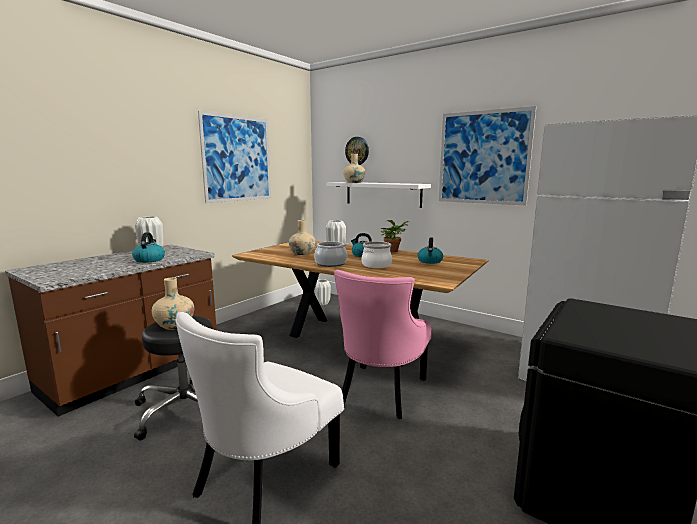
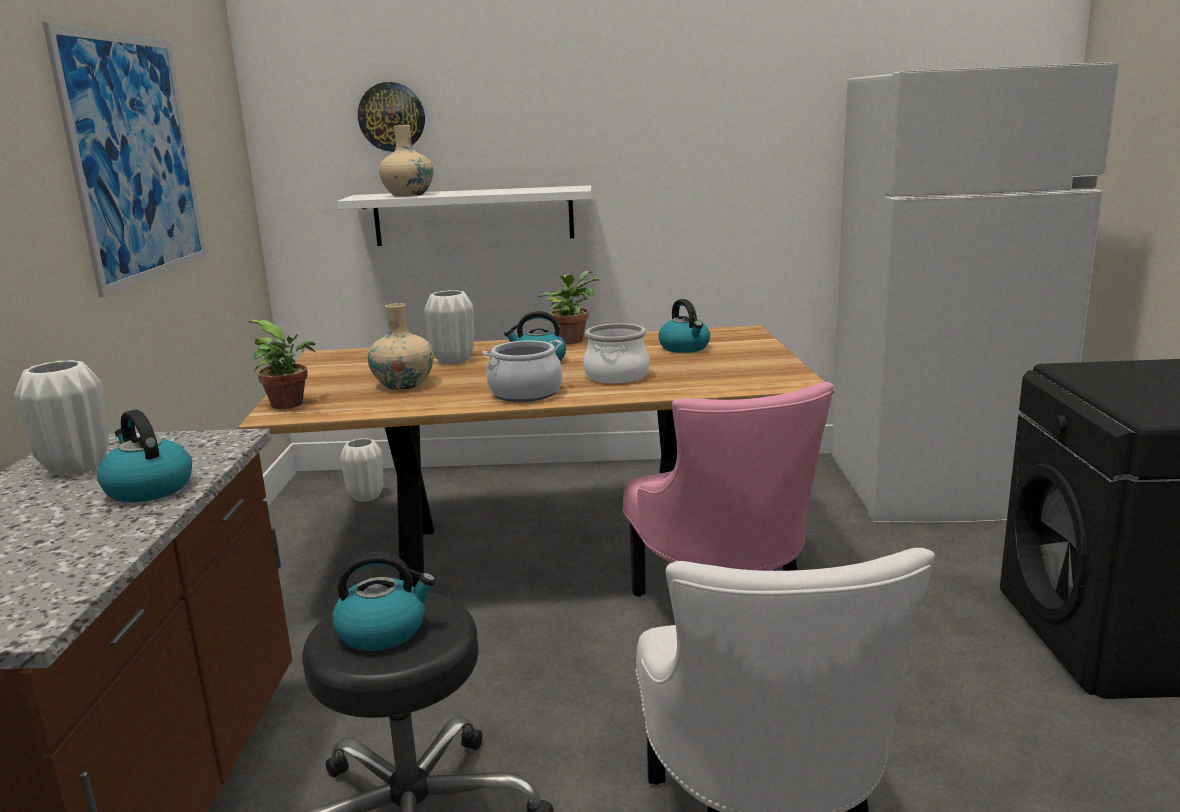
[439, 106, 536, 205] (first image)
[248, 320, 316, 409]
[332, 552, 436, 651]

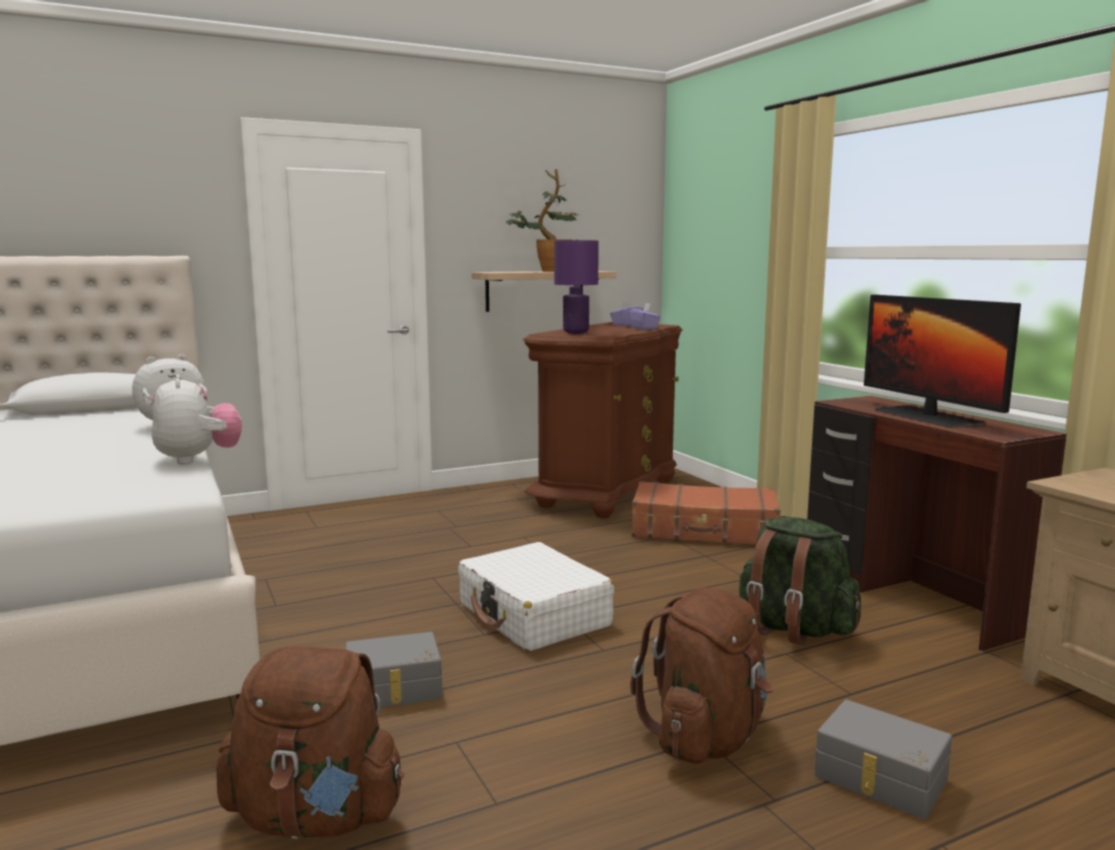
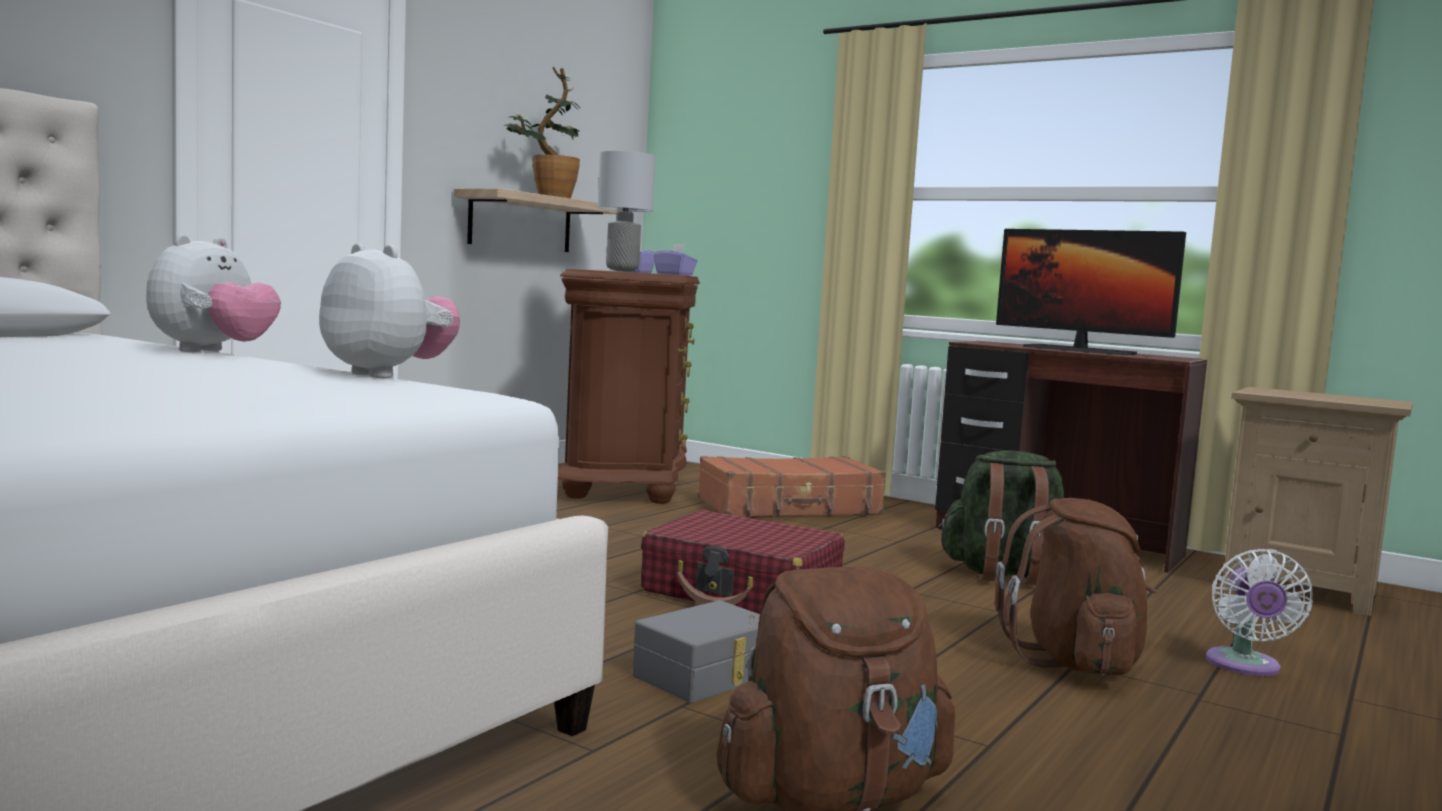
[1206, 549, 1313, 676]
[641, 510, 844, 614]
[598, 151, 656, 272]

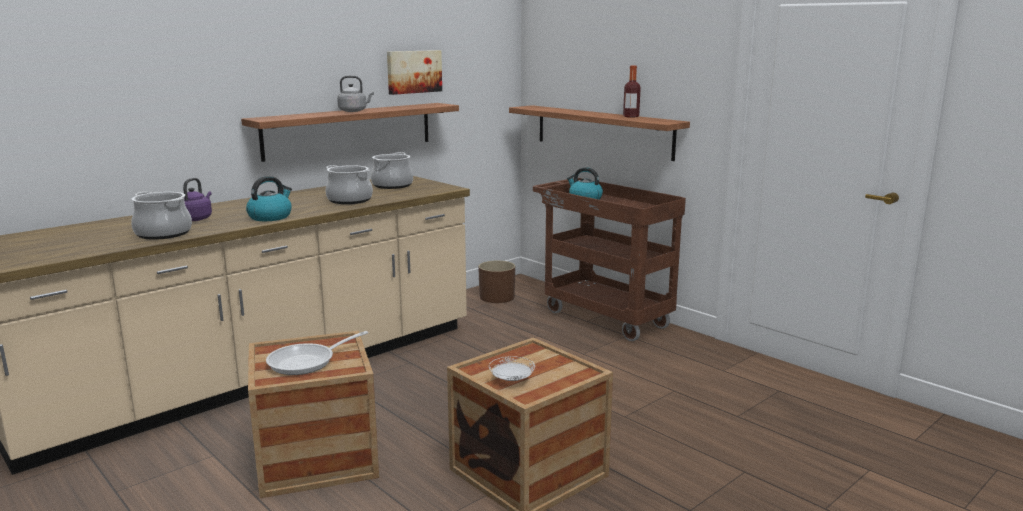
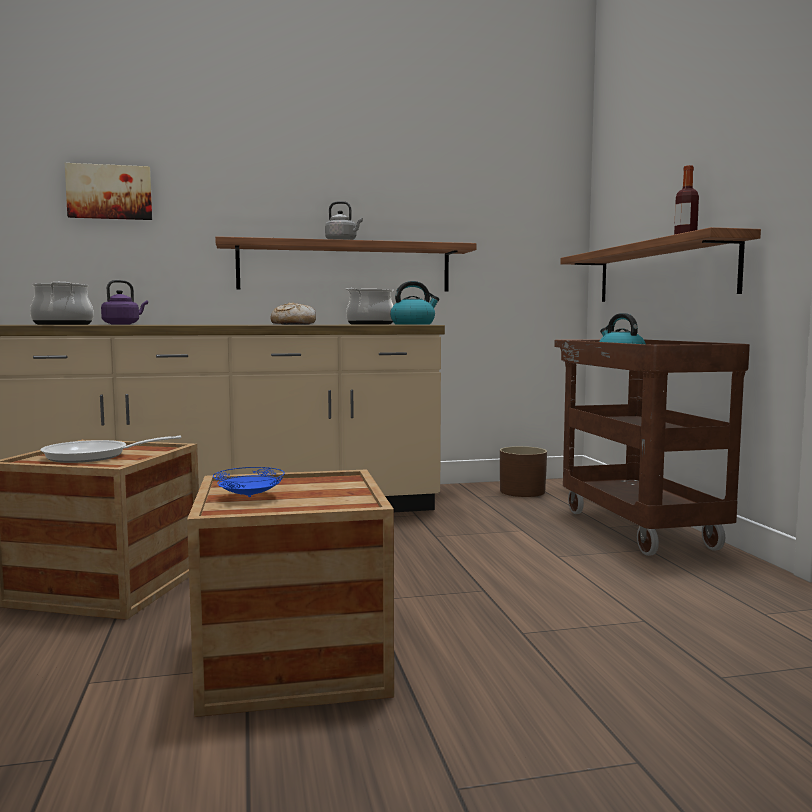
[390, 281, 439, 325]
[65, 163, 152, 220]
[270, 303, 316, 325]
[213, 467, 285, 497]

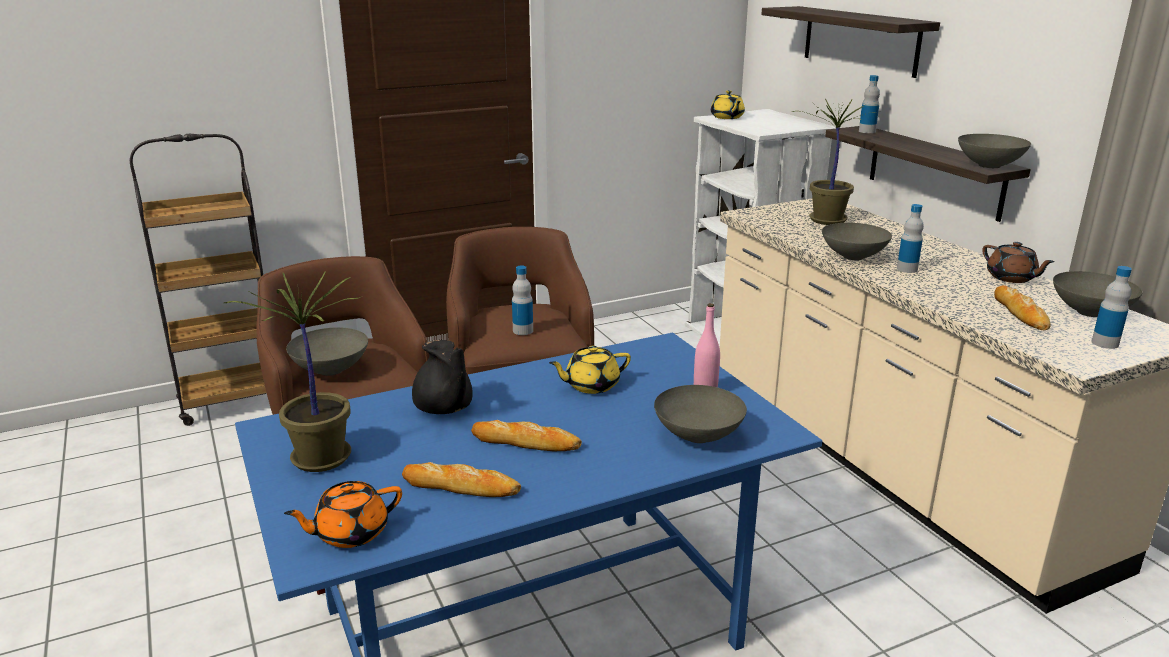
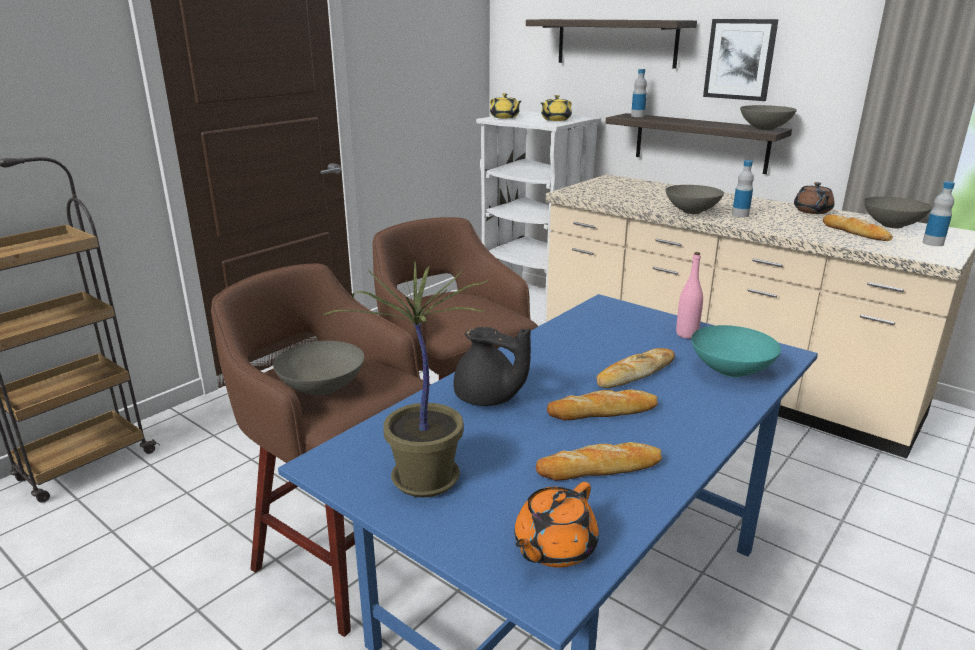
[512, 266, 533, 335] (first image)
[791, 98, 881, 225] (first image)
[596, 348, 675, 388]
[703, 19, 779, 101]
[541, 95, 572, 121]
[691, 325, 781, 377]
[794, 182, 835, 214]

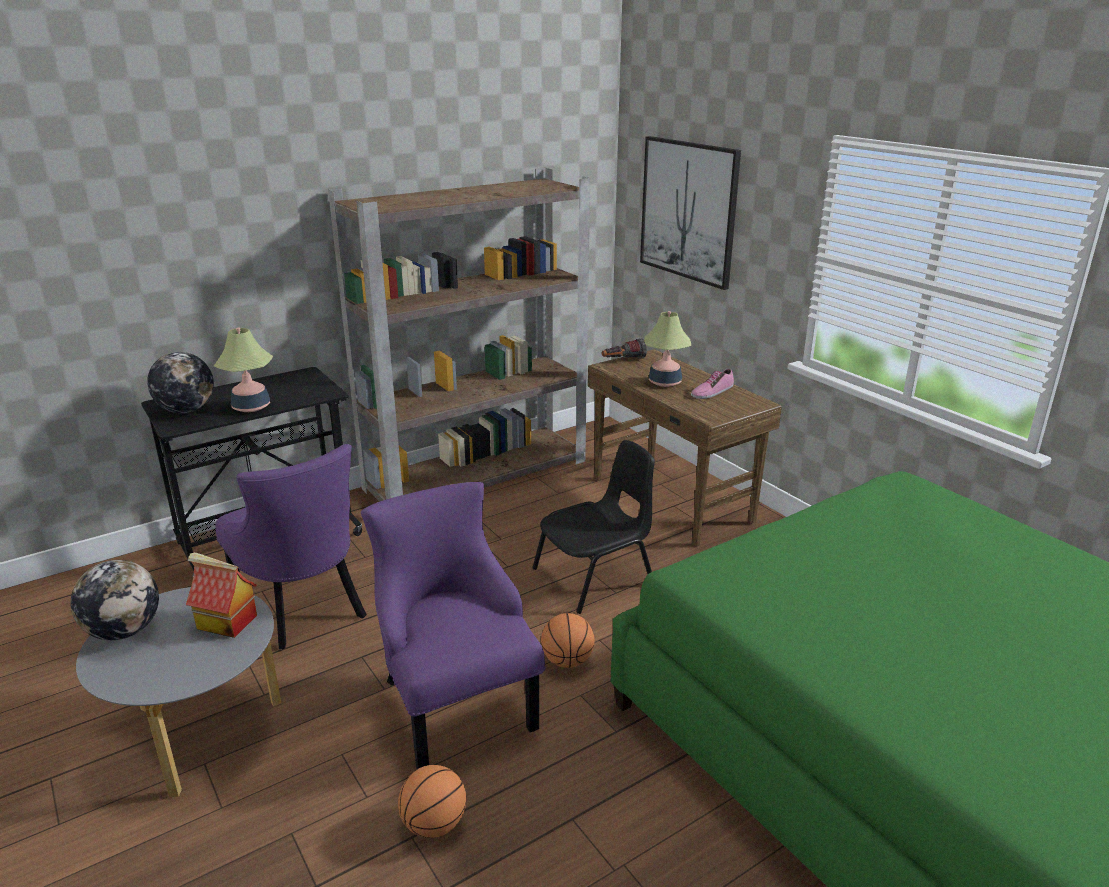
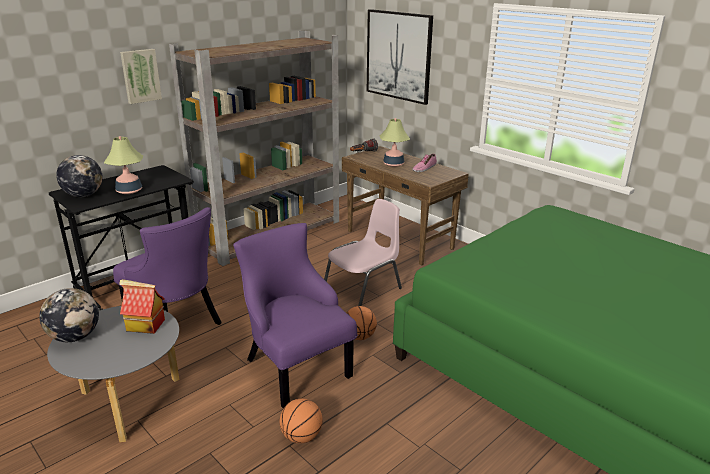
[120, 49, 162, 104]
[324, 199, 402, 306]

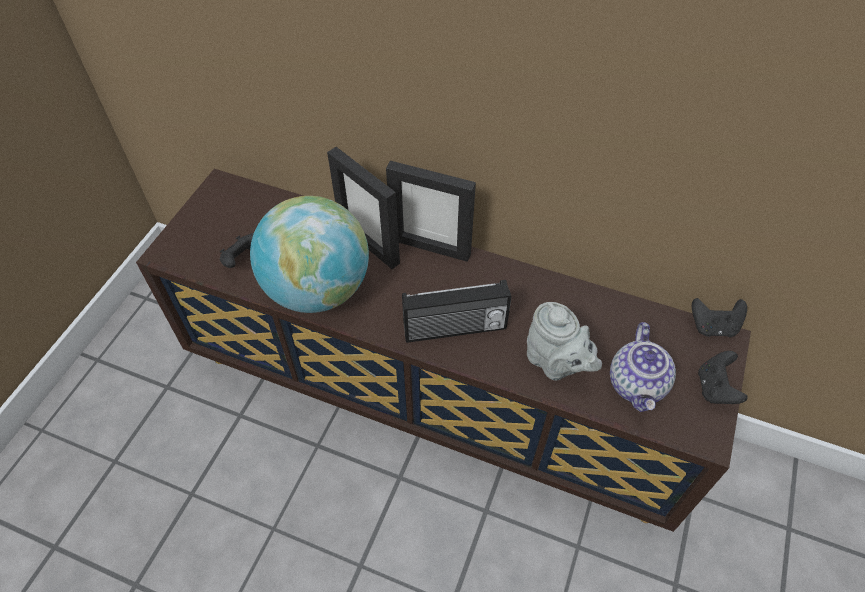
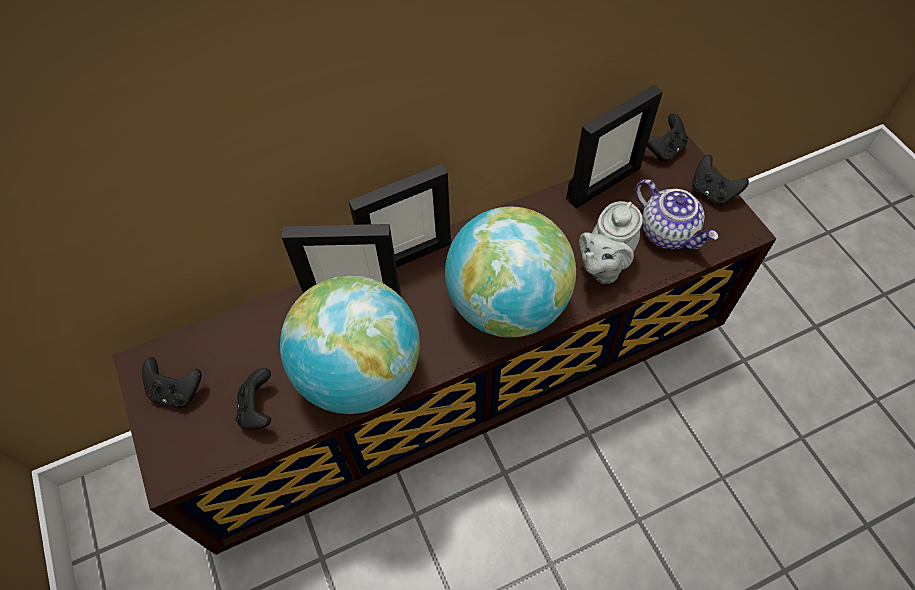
[142, 357, 201, 408]
[566, 85, 663, 209]
[445, 207, 576, 338]
[579, 201, 643, 284]

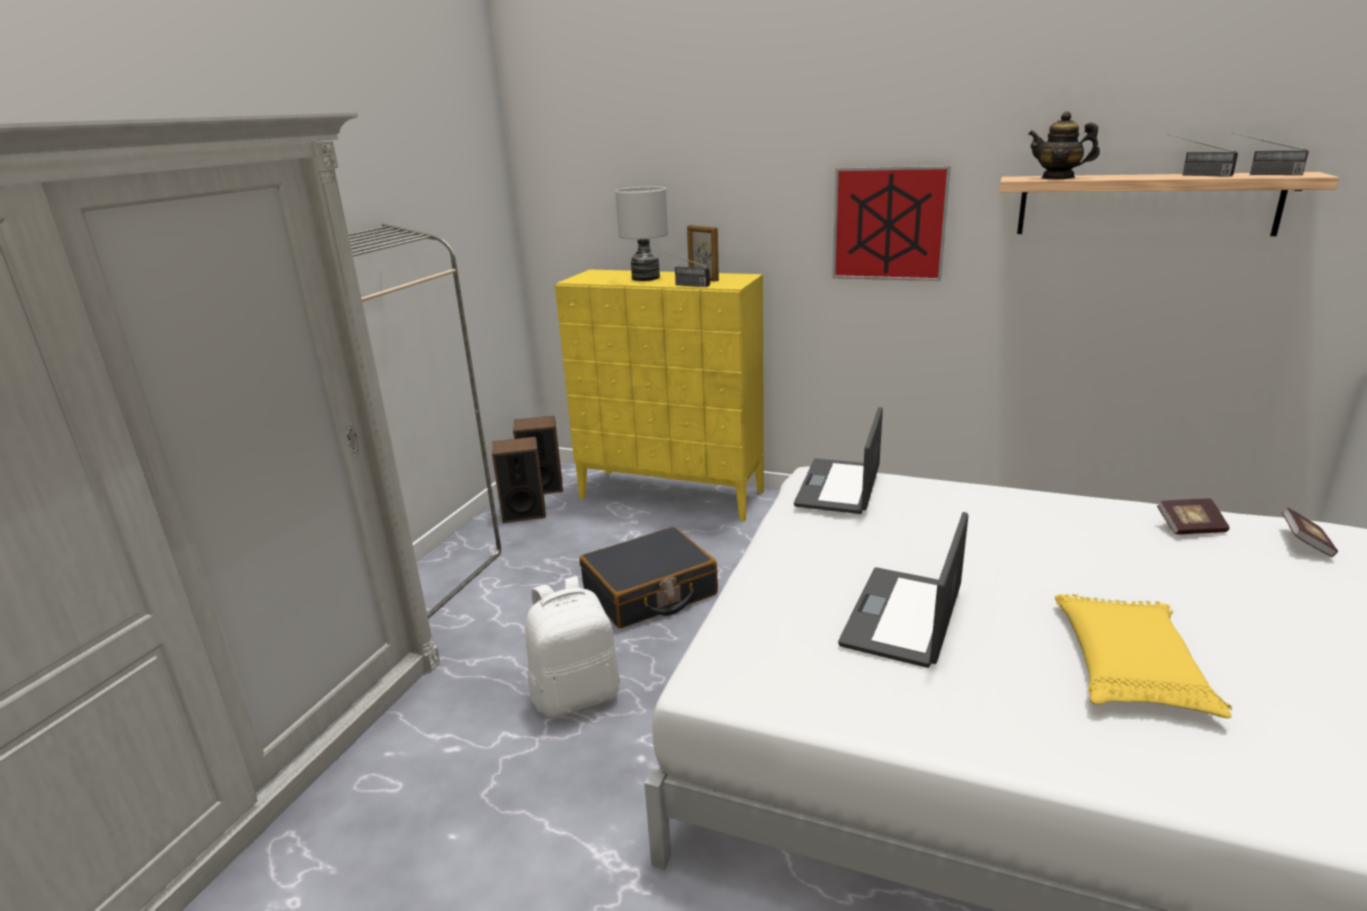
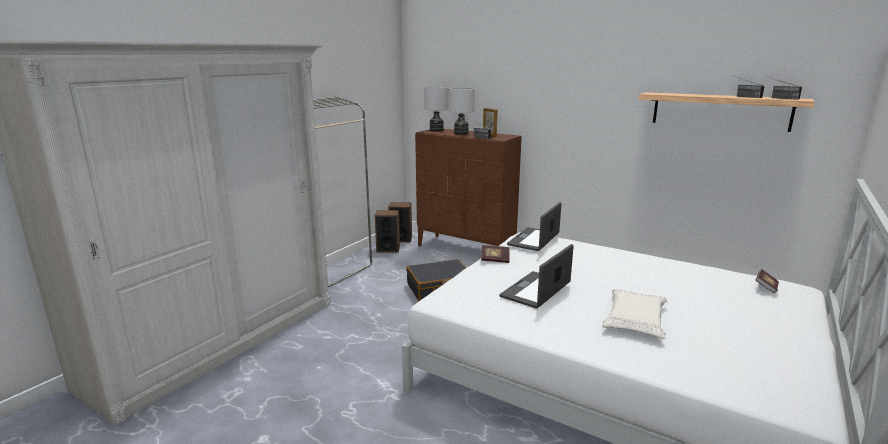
[525, 576, 620, 719] (first image)
[832, 166, 951, 281] (first image)
[1028, 112, 1100, 179] (first image)
[424, 86, 449, 131]
[481, 245, 510, 263]
[415, 129, 522, 247]
[602, 289, 667, 339]

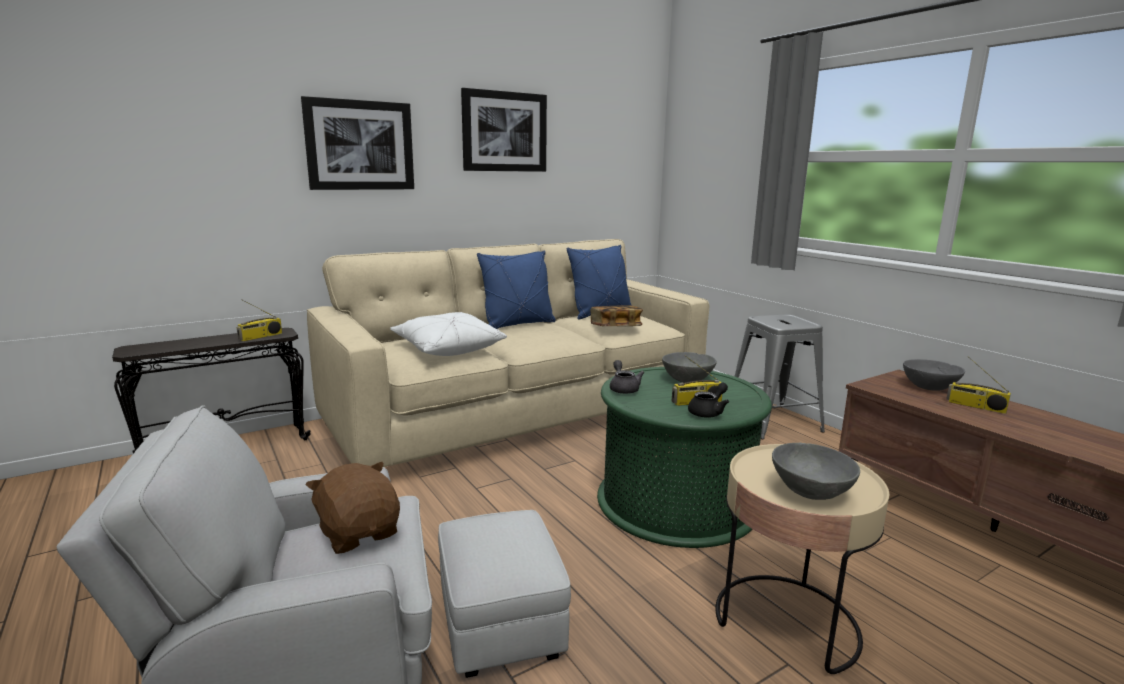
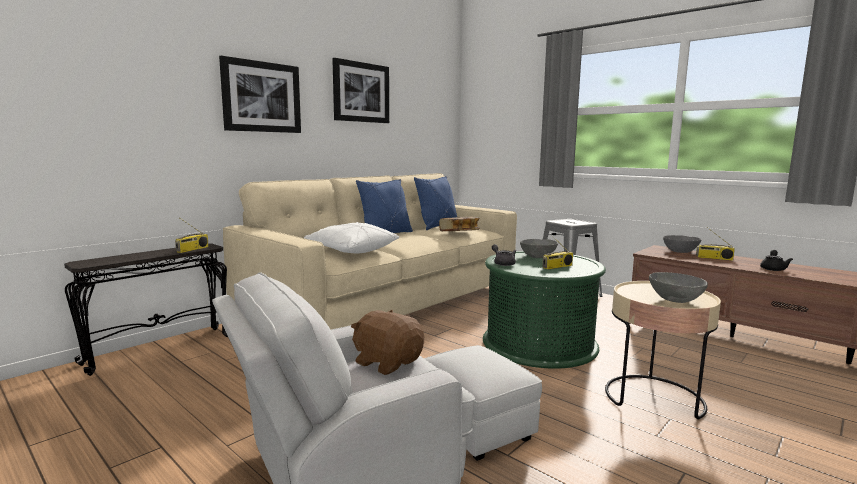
[760, 250, 793, 271]

